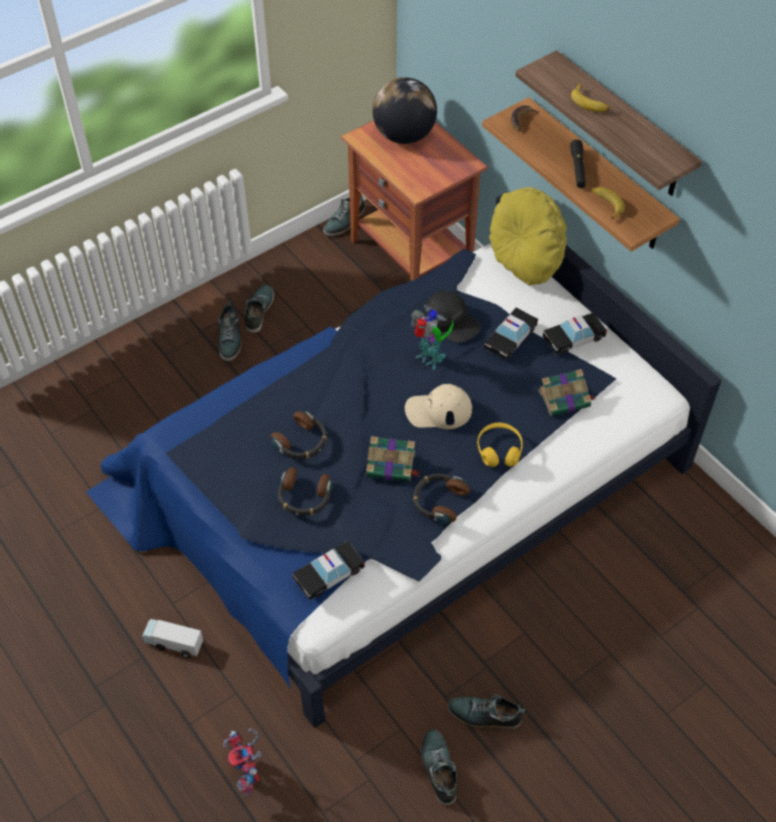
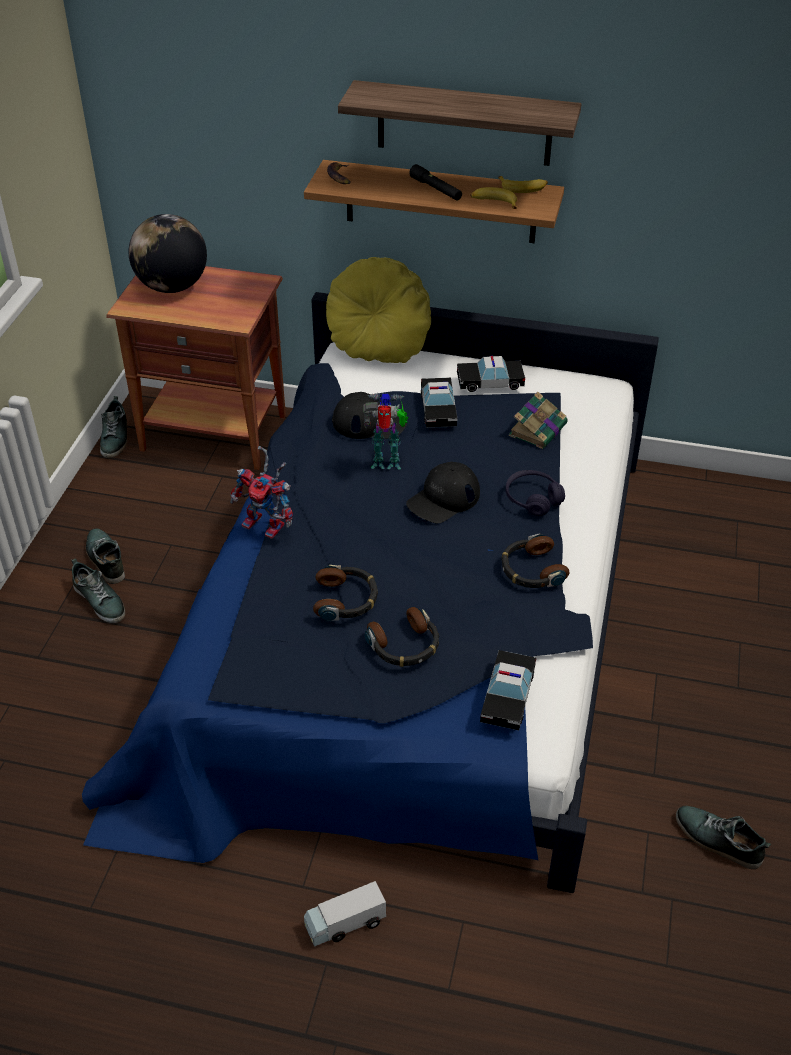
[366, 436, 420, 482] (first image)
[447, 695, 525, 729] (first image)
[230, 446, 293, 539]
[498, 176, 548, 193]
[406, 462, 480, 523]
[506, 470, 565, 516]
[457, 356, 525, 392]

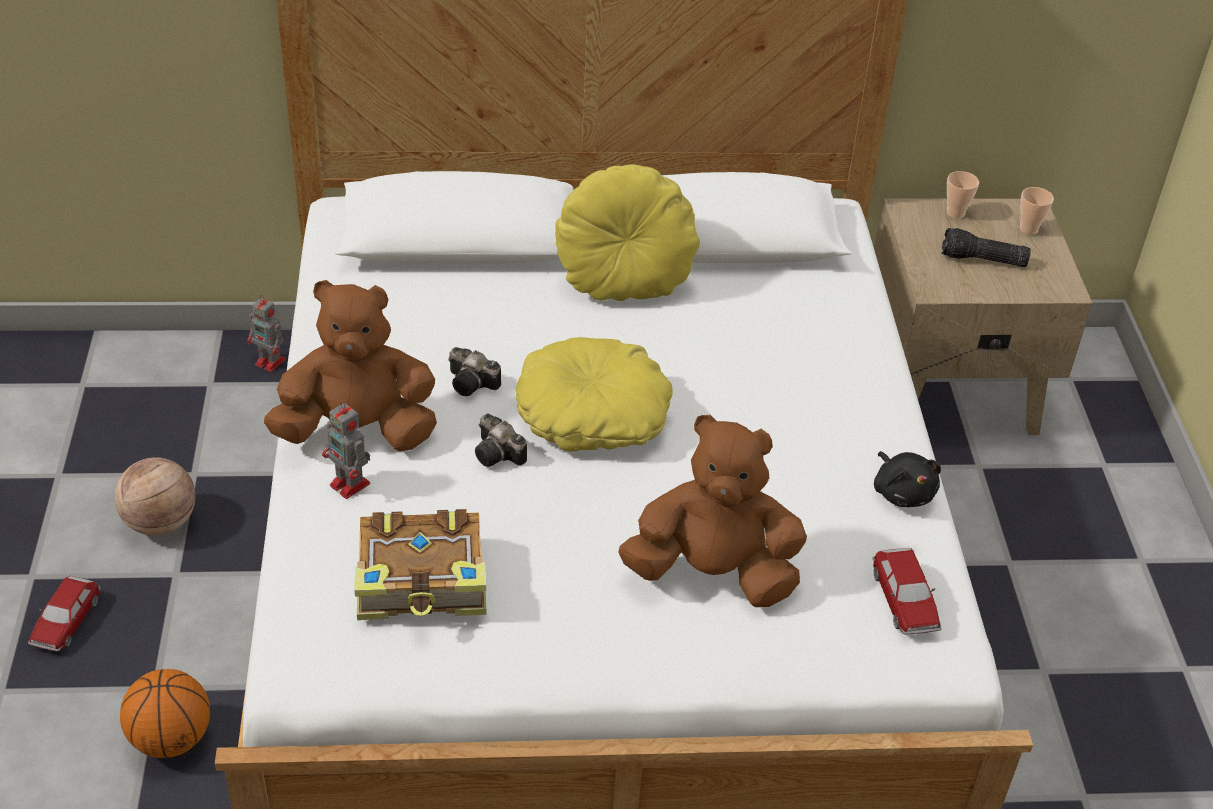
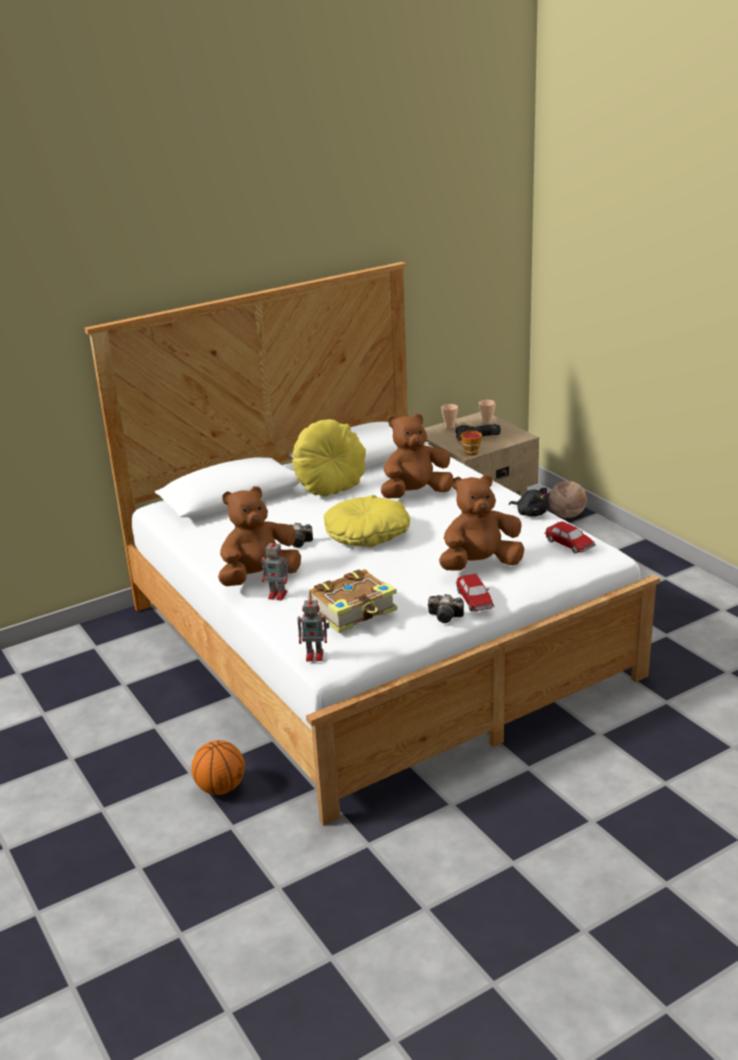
[381, 413, 454, 499]
[457, 431, 482, 456]
[456, 574, 494, 611]
[549, 481, 587, 518]
[298, 595, 329, 661]
[428, 594, 464, 623]

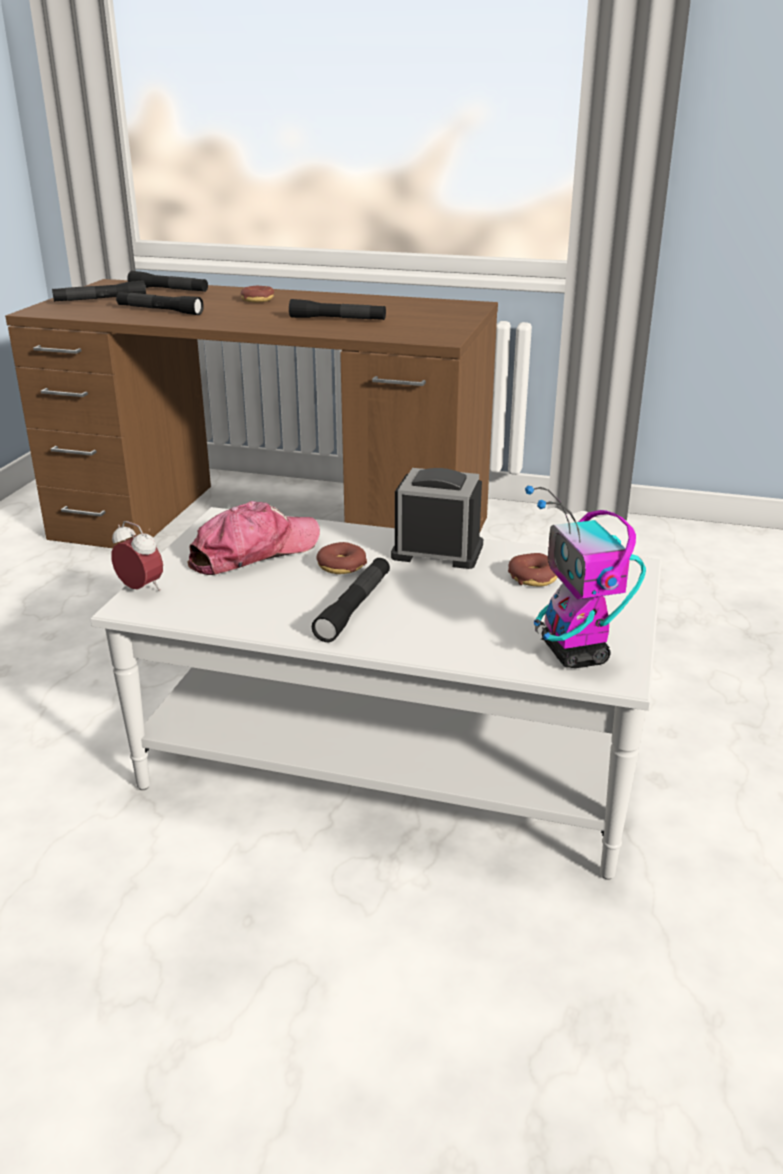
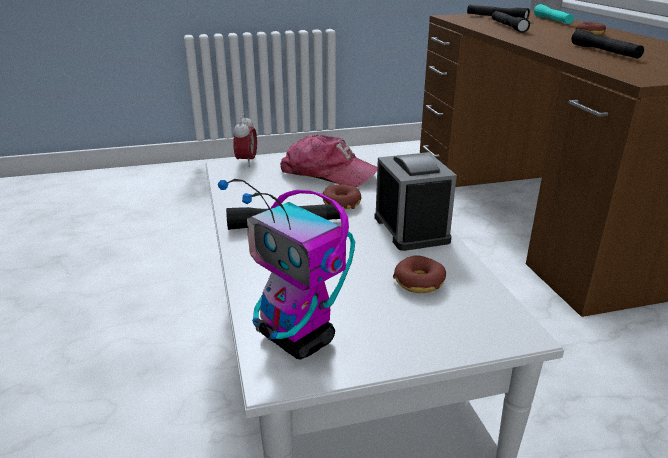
[534, 4, 574, 24]
[218, 179, 355, 360]

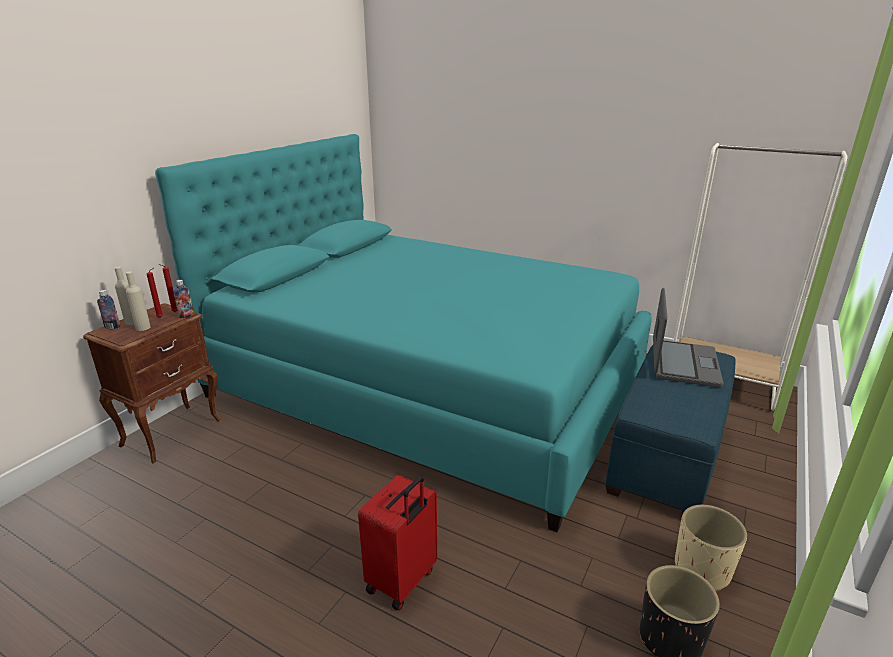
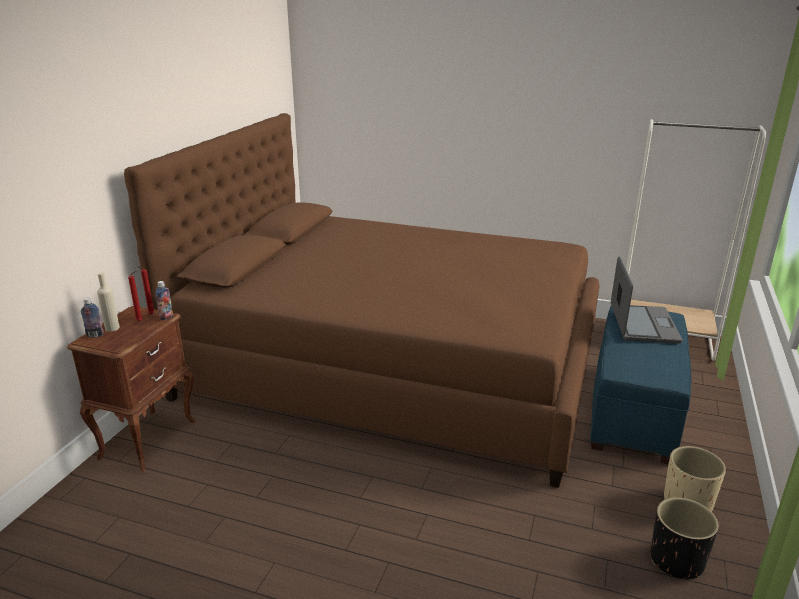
[126, 271, 151, 331] (first image)
[358, 475, 437, 611] (first image)
[124, 113, 600, 488]

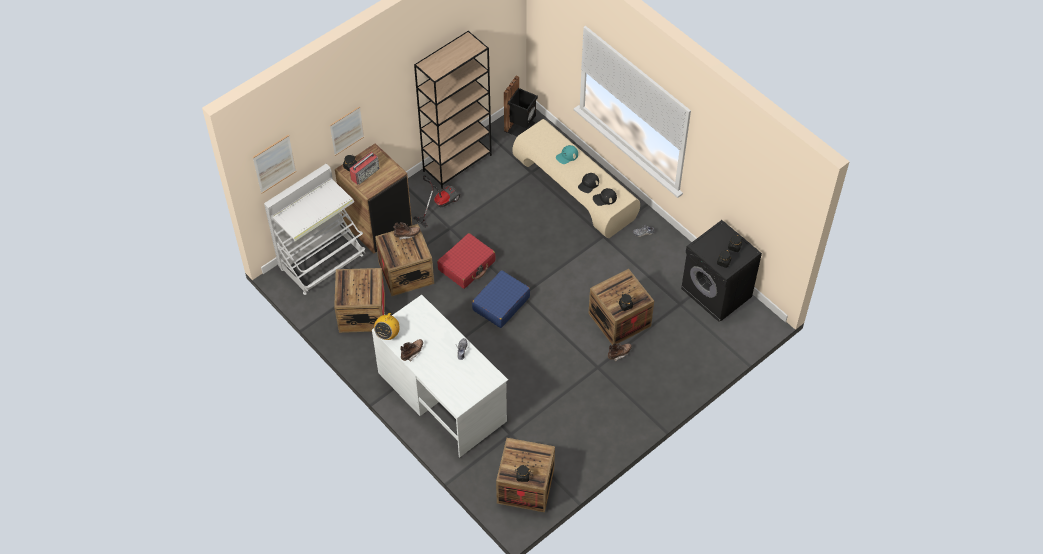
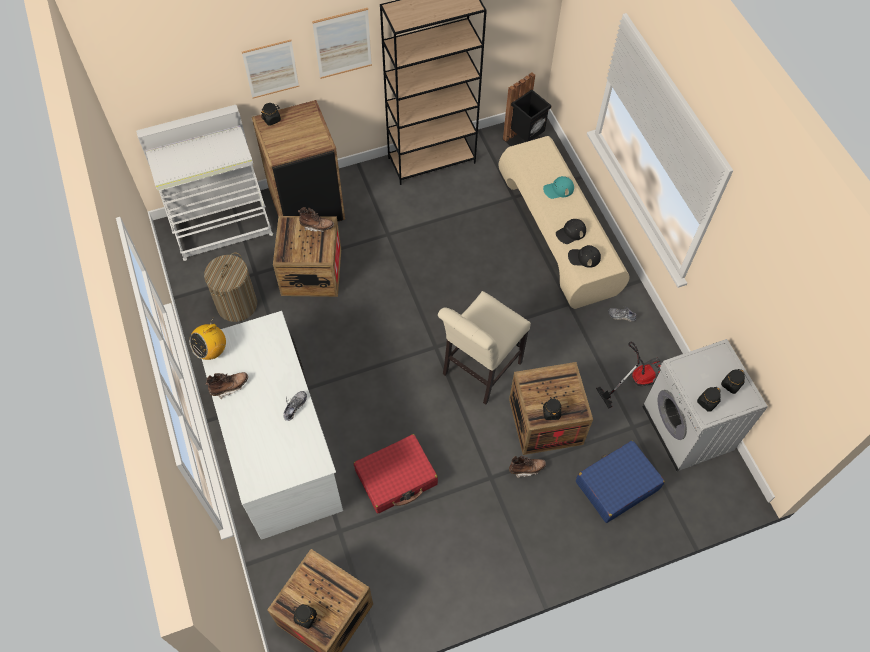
[349, 152, 379, 185] (first image)
[438, 291, 531, 405]
[312, 8, 372, 79]
[596, 342, 662, 409]
[354, 434, 438, 513]
[576, 440, 665, 523]
[204, 252, 257, 322]
[643, 339, 768, 471]

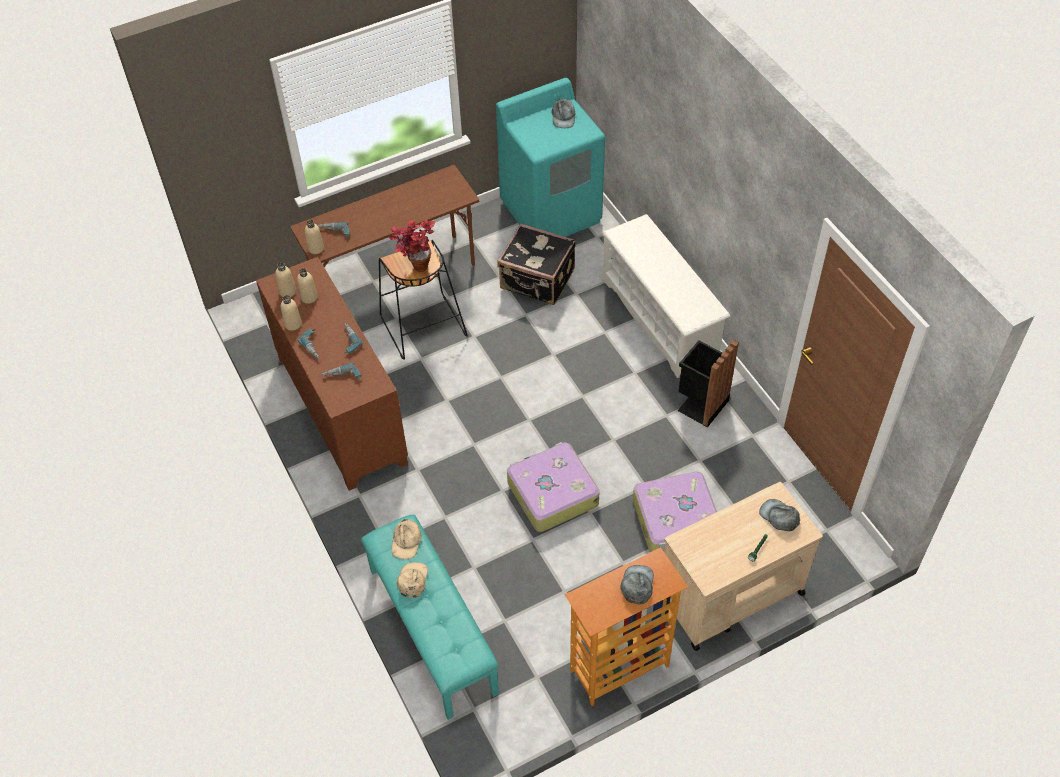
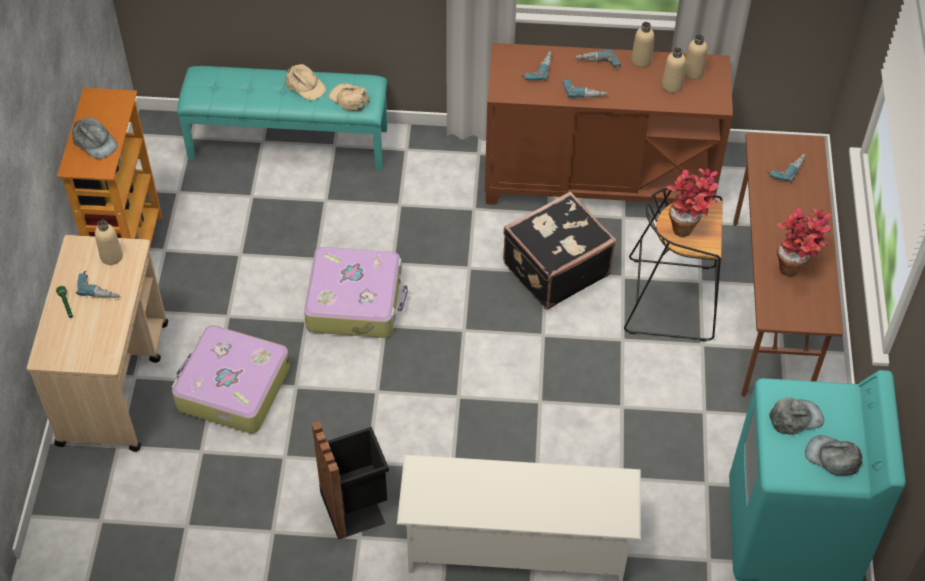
[76, 271, 120, 298]
[777, 208, 832, 277]
[95, 220, 123, 265]
[503, 192, 616, 310]
[769, 398, 824, 435]

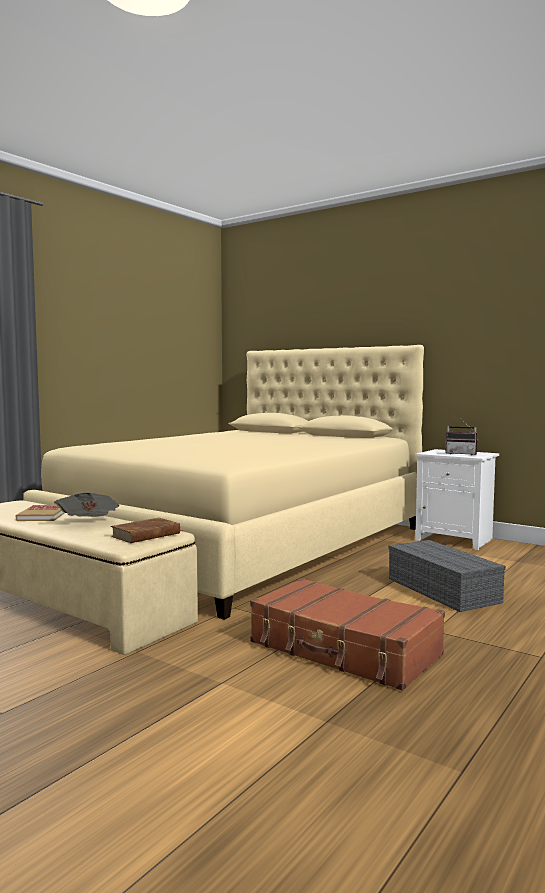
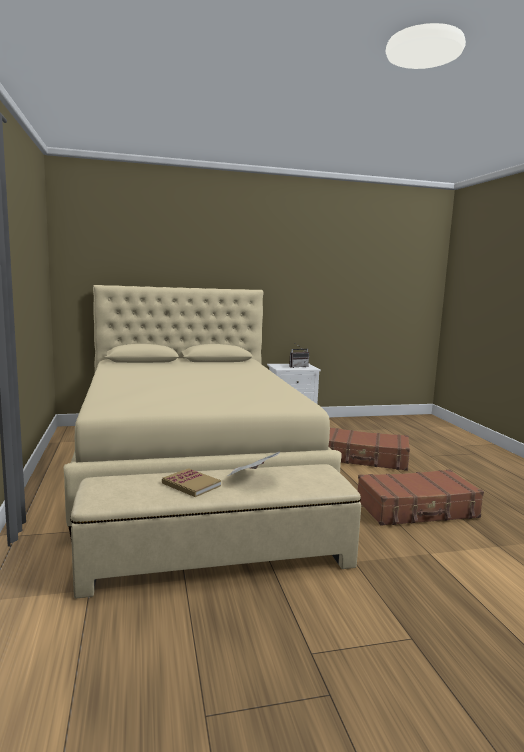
[111, 518, 183, 543] (first image)
[328, 427, 410, 471]

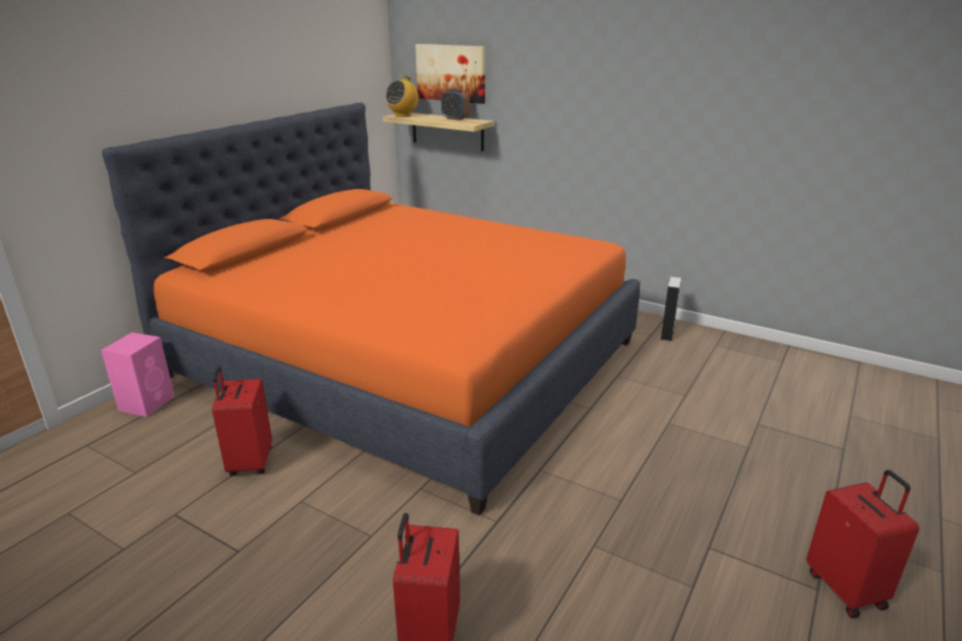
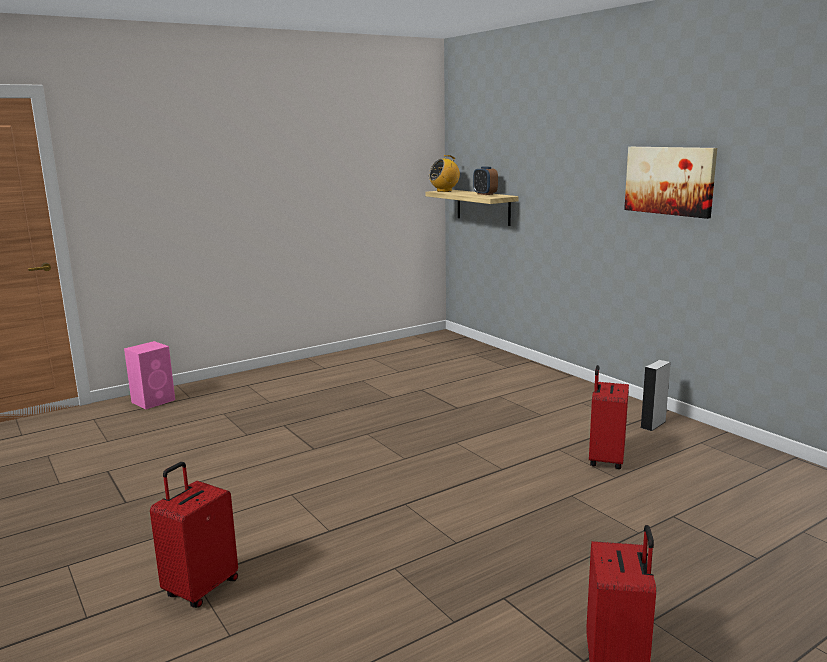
[102, 102, 640, 516] (first image)
[589, 365, 629, 469]
[624, 147, 717, 219]

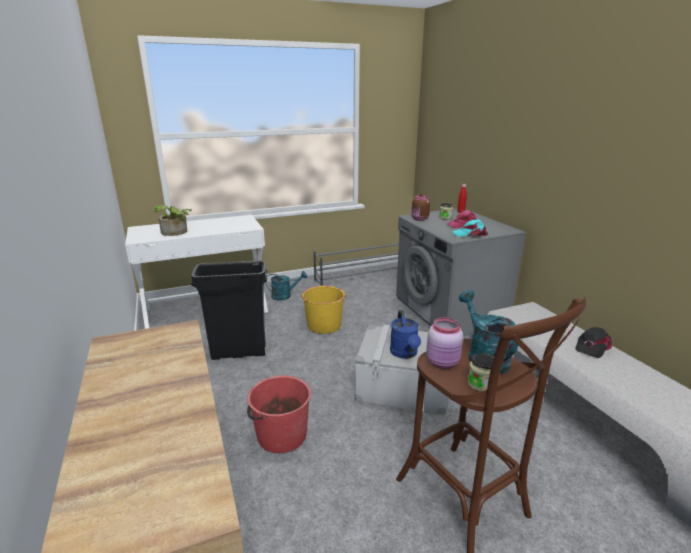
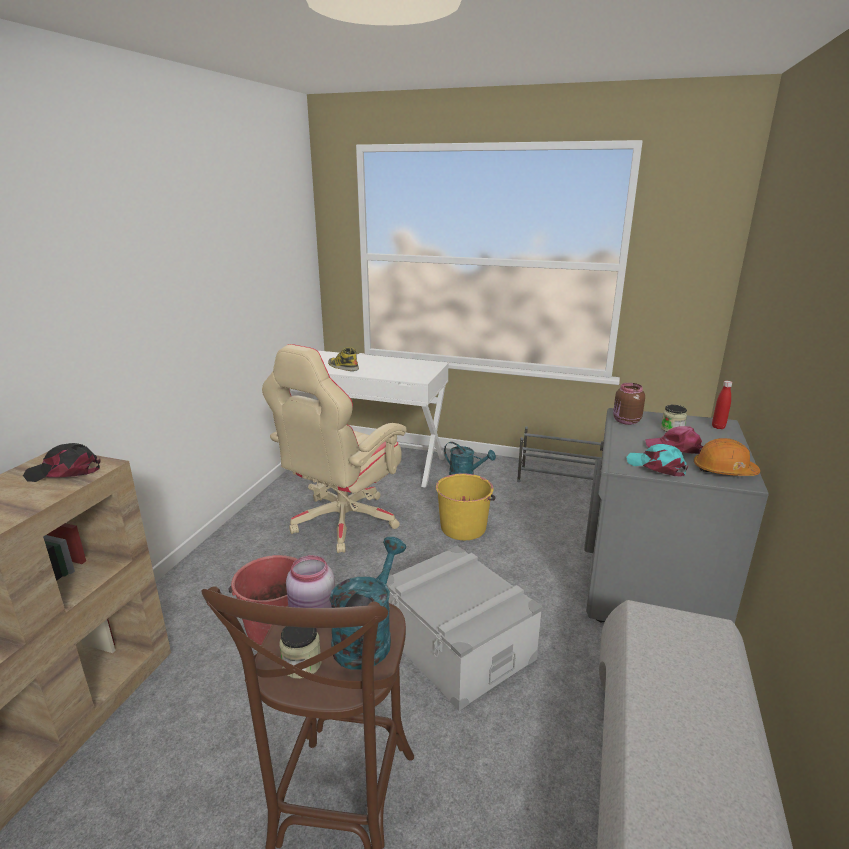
[390, 310, 421, 359] (first image)
[694, 438, 760, 476]
[23, 443, 101, 482]
[328, 347, 359, 371]
[262, 344, 407, 553]

